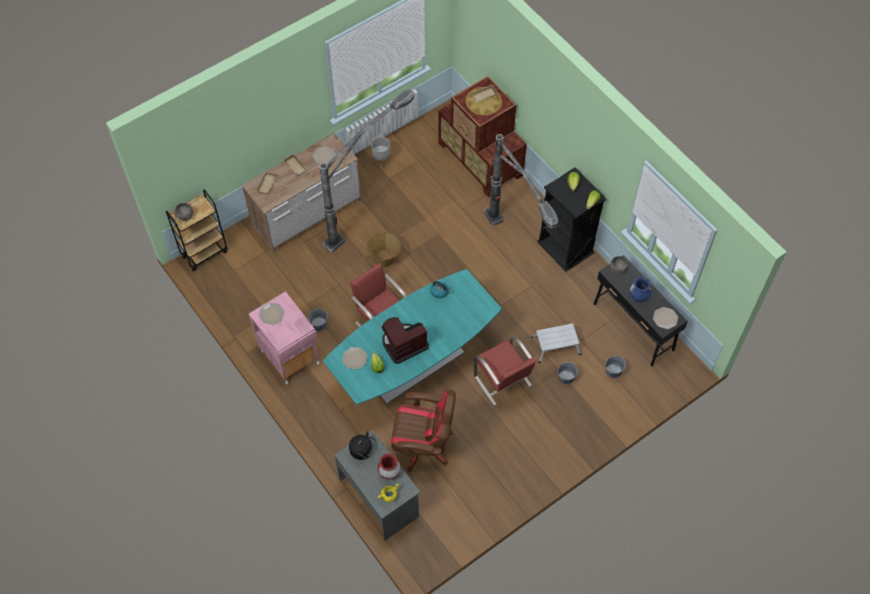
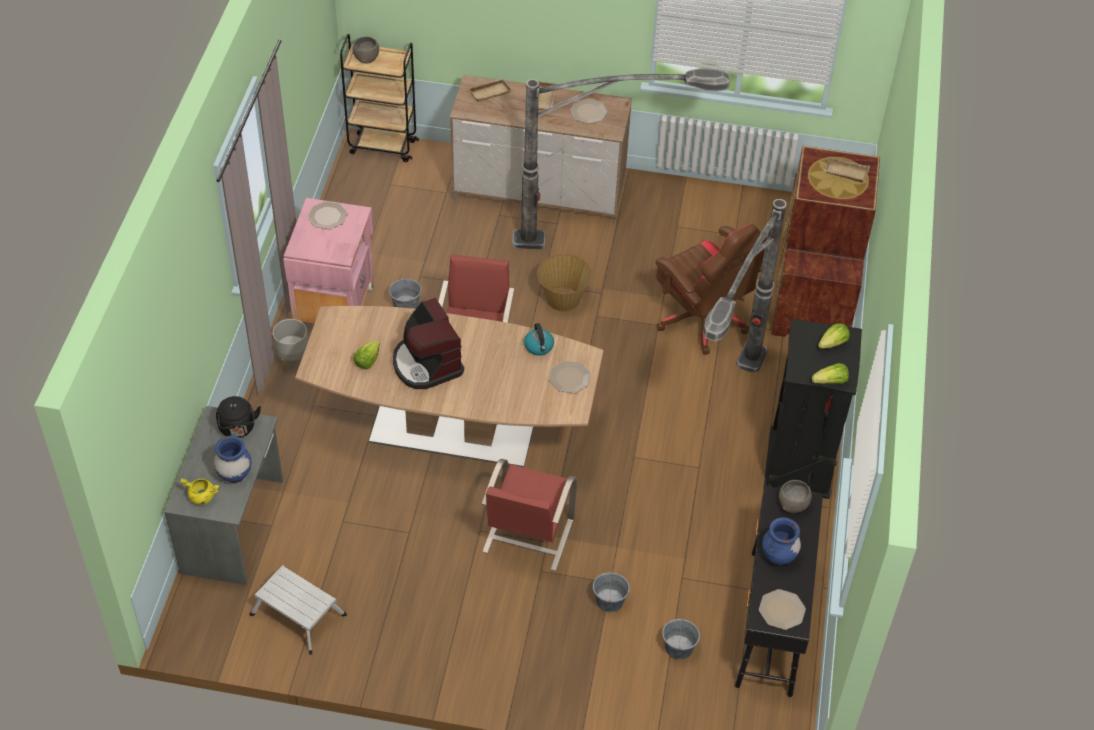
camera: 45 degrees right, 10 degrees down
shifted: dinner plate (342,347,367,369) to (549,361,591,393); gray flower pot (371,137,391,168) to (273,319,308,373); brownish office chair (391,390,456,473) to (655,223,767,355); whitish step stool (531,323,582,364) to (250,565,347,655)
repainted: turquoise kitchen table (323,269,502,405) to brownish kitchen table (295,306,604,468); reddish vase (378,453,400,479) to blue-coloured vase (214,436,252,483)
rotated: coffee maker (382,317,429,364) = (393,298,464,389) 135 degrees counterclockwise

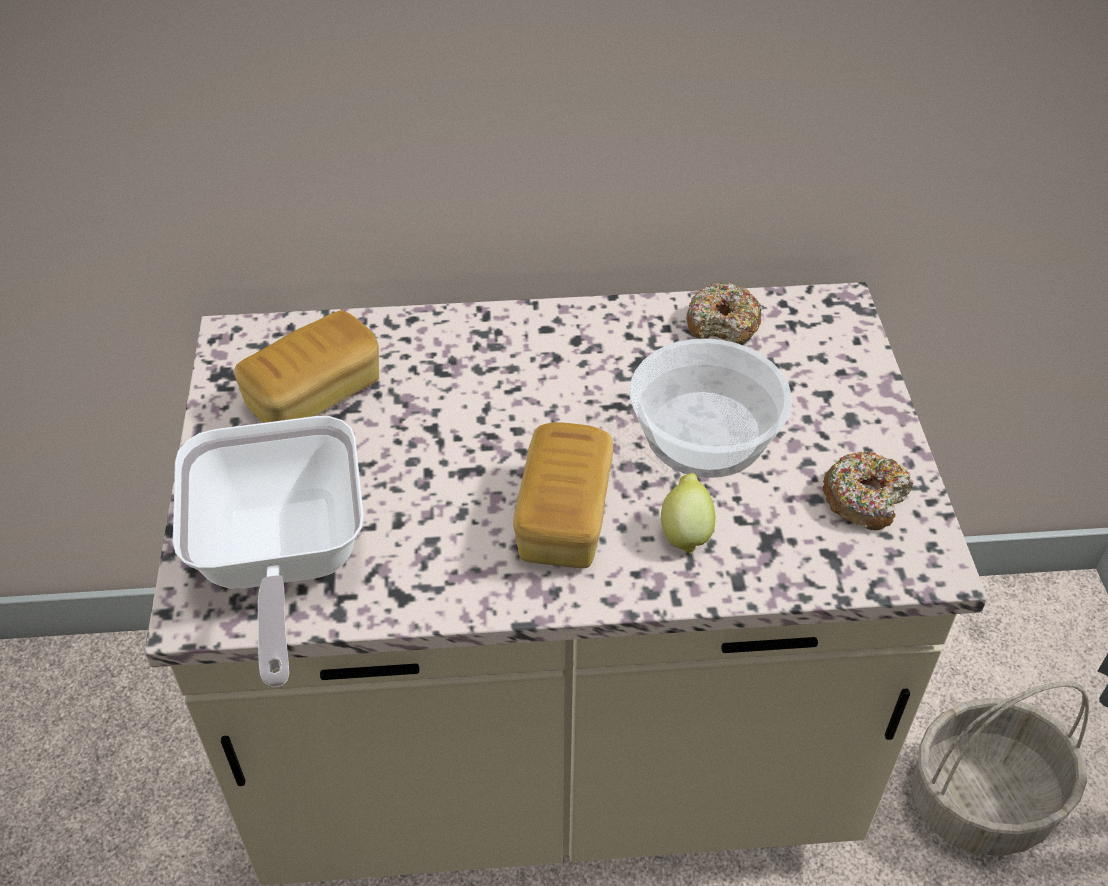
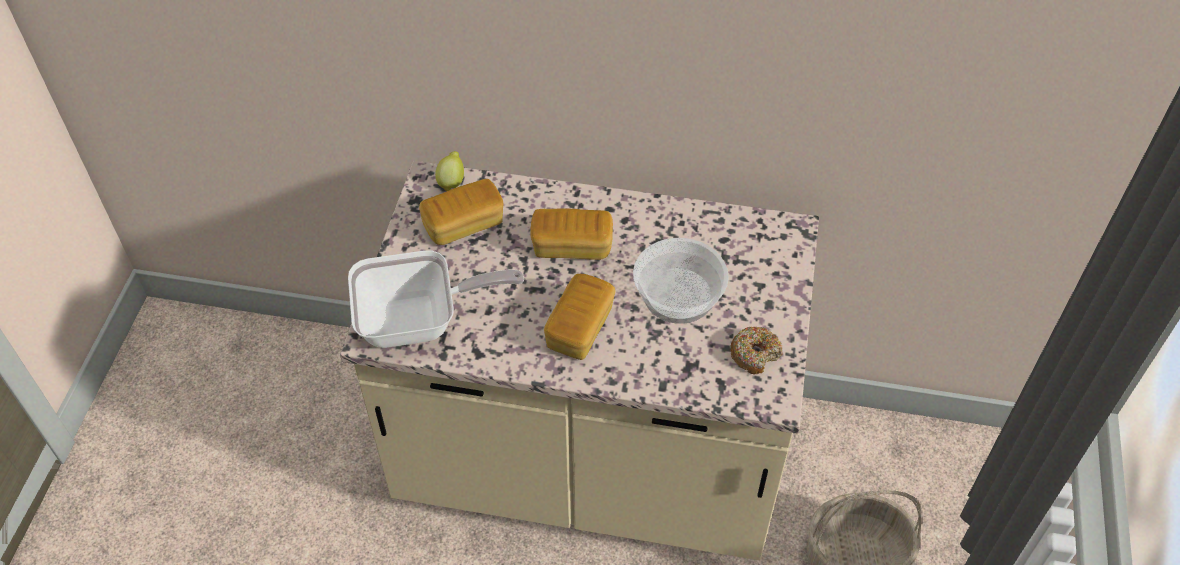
camera: 15 degrees right, 5 degrees up
gone: ring doughnut (686,283,763,344)
new: bread (530,209,613,260)
shifted: whole lemon (661,473,716,554) to (435,151,464,191)
rotated: skillet (173,416,364,687) = (348,250,524,348) 105 degrees counterclockwise

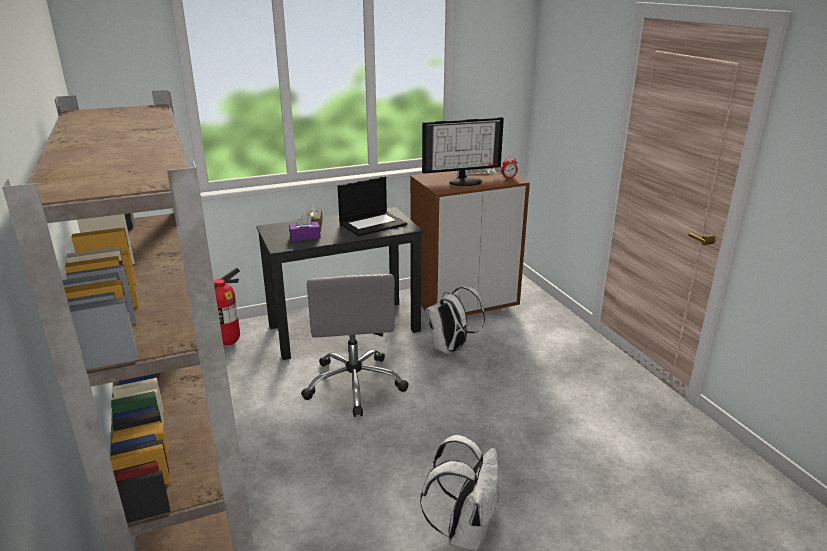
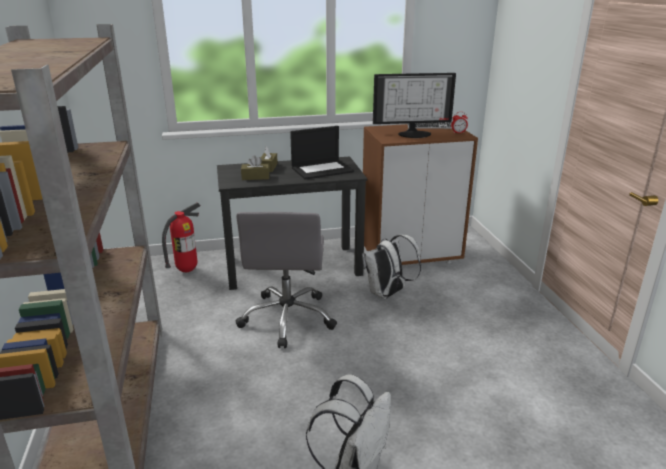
camera: 10 degrees right, 0 degrees up
repainted: purple-coloured tissue holder (289,214,321,241) to brownish tissue holder (241,155,270,180)

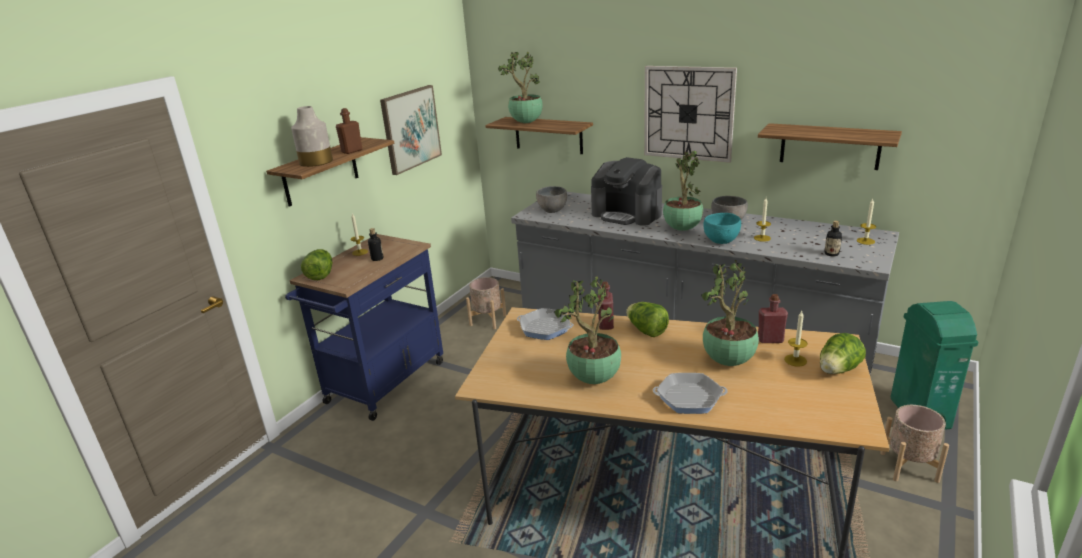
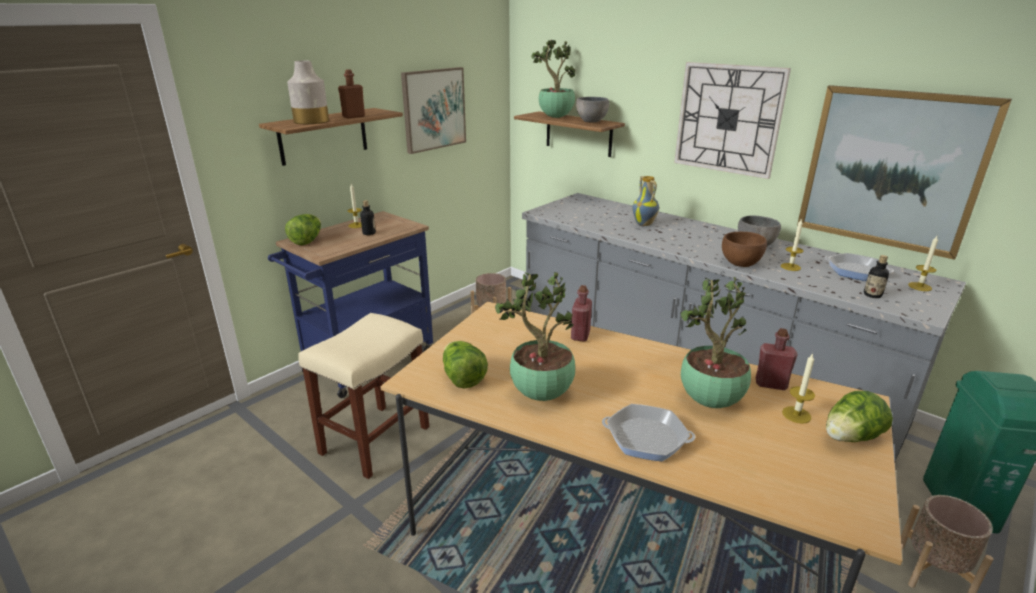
camera: 10 degrees right, 0 degrees up
gone: potted plant (663,151,703,231)
new: beige-coloured stool (298,313,429,479)
shifted: skillet (517,308,574,340) to (825,253,894,281); gray serving bowl (536,186,567,213) to (576,97,609,122); head of lettuce (626,302,669,337) to (443,341,488,389)
swapped: coffee maker (591,157,662,226) to vase (632,176,659,226); shelf (758,123,902,170) to wall art (797,85,1012,260)
repainted: turquoise serving bowl (703,213,741,244) to brownish serving bowl (722,232,767,267)

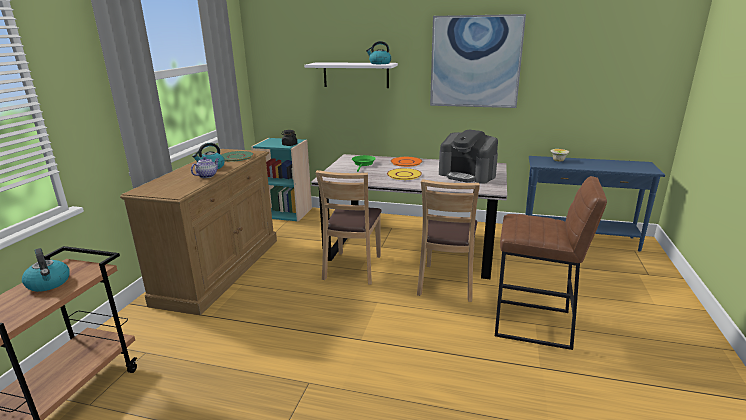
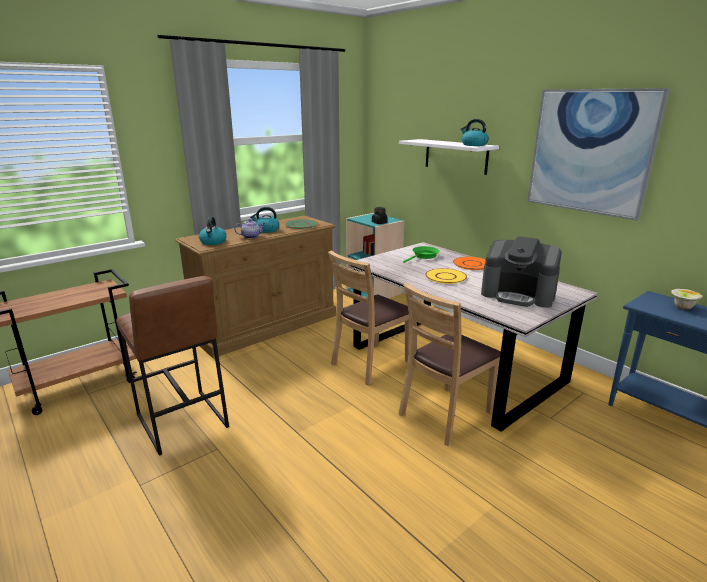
camera: 35 degrees right, 0 degrees up
shifted: tea kettle (22,248,70,292) to (199,217,227,245); brownish stool (495,176,607,350) to (116,276,229,456)
rotated: coffee maker (439,129,498,184) = (481,236,562,308) 45 degrees counterclockwise

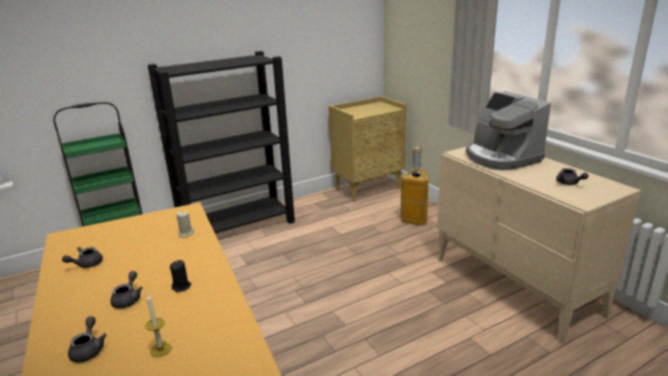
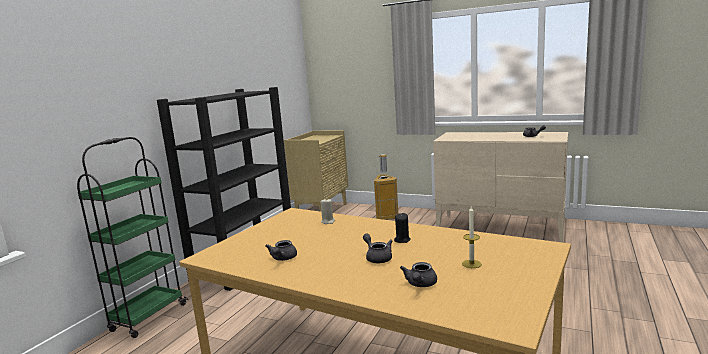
camera: 35 degrees left, 10 degrees down
gone: coffee maker (466,91,551,170)
rotated: gray teapot (68,316,106,363) = (400,262,437,287) 120 degrees counterclockwise

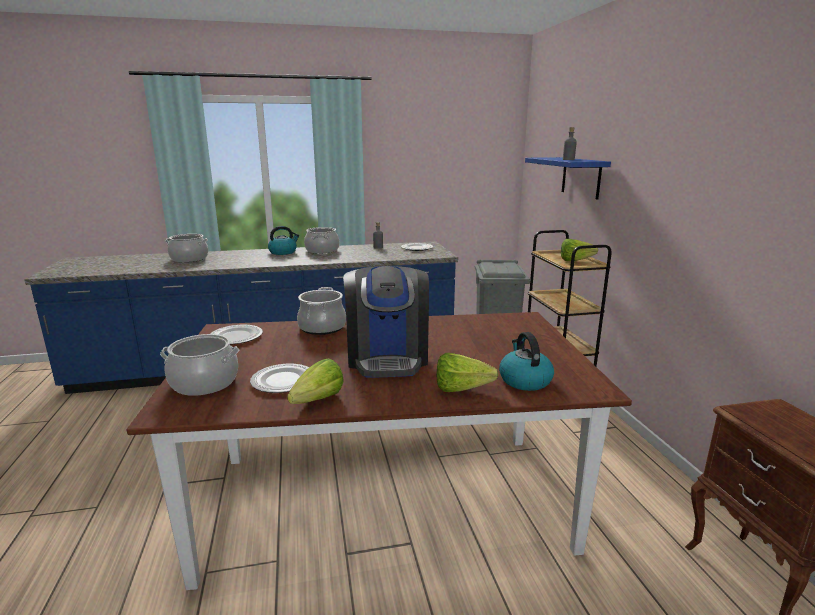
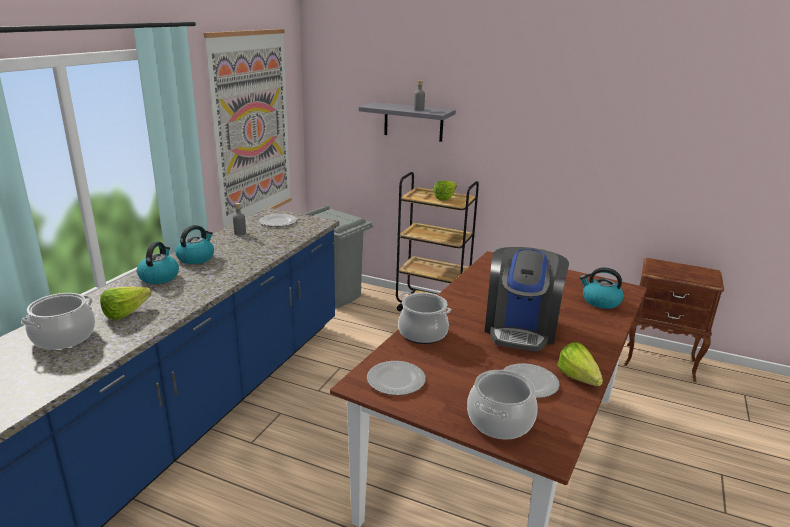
camera: 55 degrees left, 5 degrees up
new: wall art (204,29,292,229)
shifted: head of lettuce (437,353,499,392) to (100,286,151,320)
swapped: saucepot (304,227,339,254) to tea kettle (176,225,214,264)
repainted: blue-coloured shelf (525,157,611,199) to gray shelf (359,102,456,142)
rotated: coffee maker (343,266,429,378) = (485,247,569,352) 75 degrees clockwise

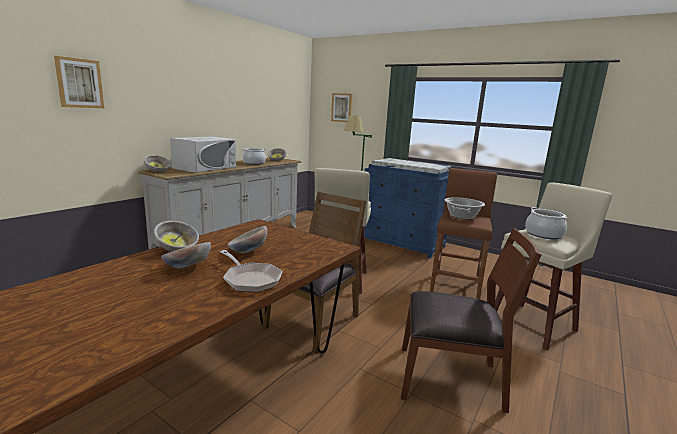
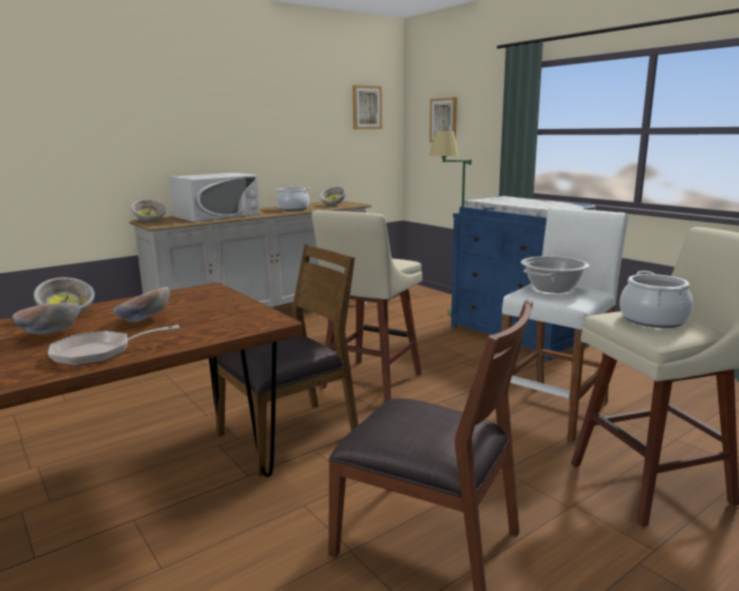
camera: 20 degrees right, 0 degrees up
shifted: wall art (54,56,104,108) to (352,85,382,129)
repainted: brownish stool (430,168,497,299) to whitish stool (500,207,628,442)
rotated: skillet (220,250,282,293) = (48,325,180,366) 90 degrees clockwise

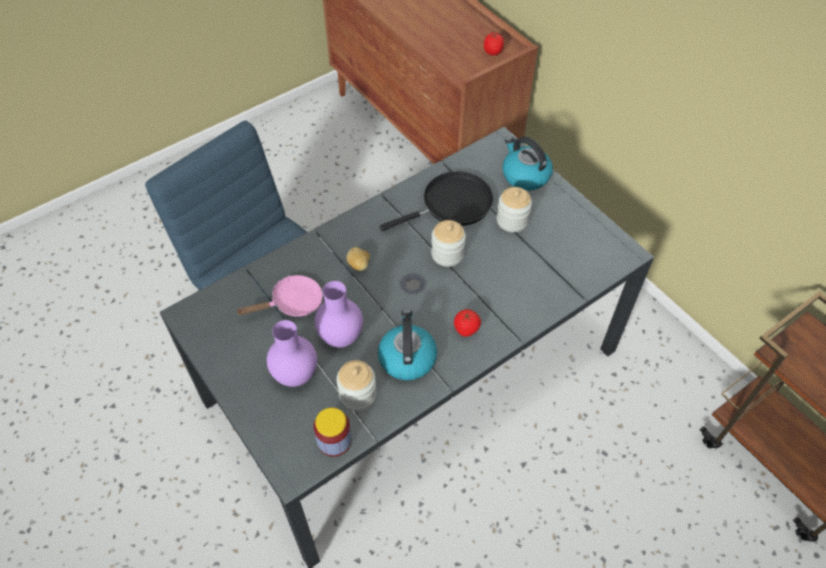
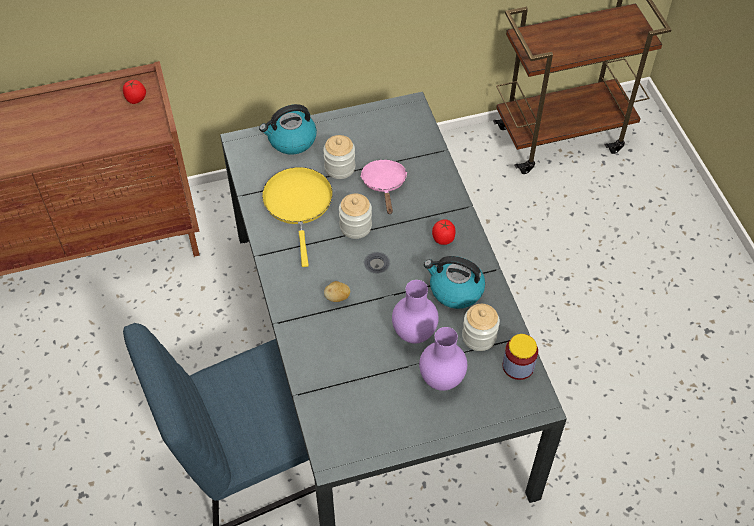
camera: 70 degrees left, 0 degrees up
shifted: pink-coloured skillet (235,275,323,317) to (360,159,408,214)
repainted: black-coloured skillet (379,171,494,231) to yellow skillet (262,167,333,267)

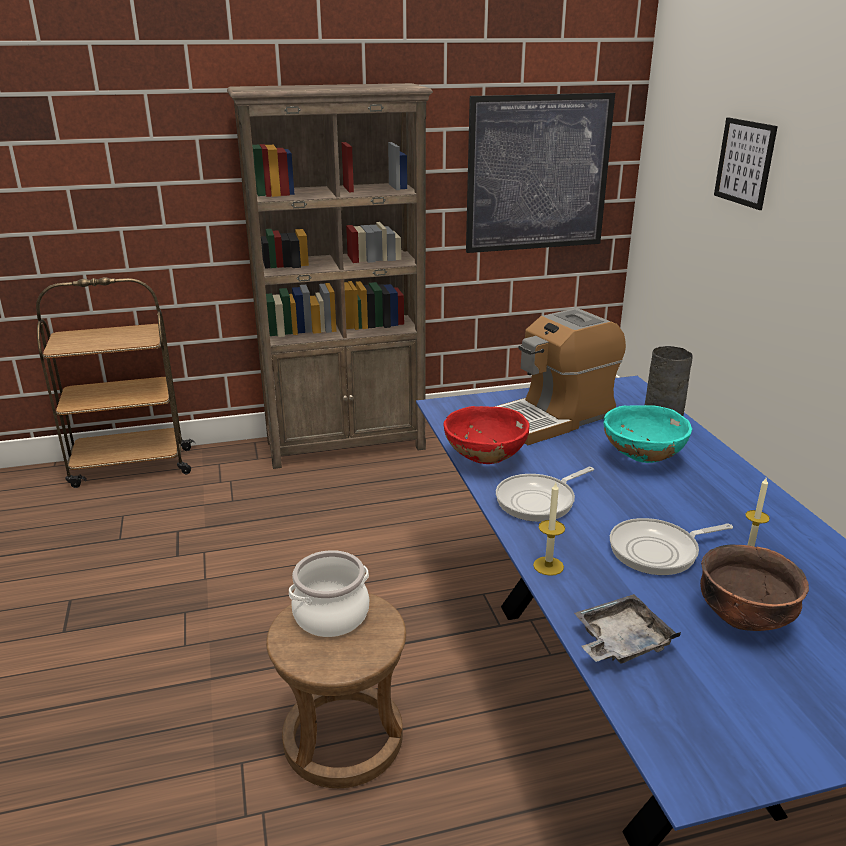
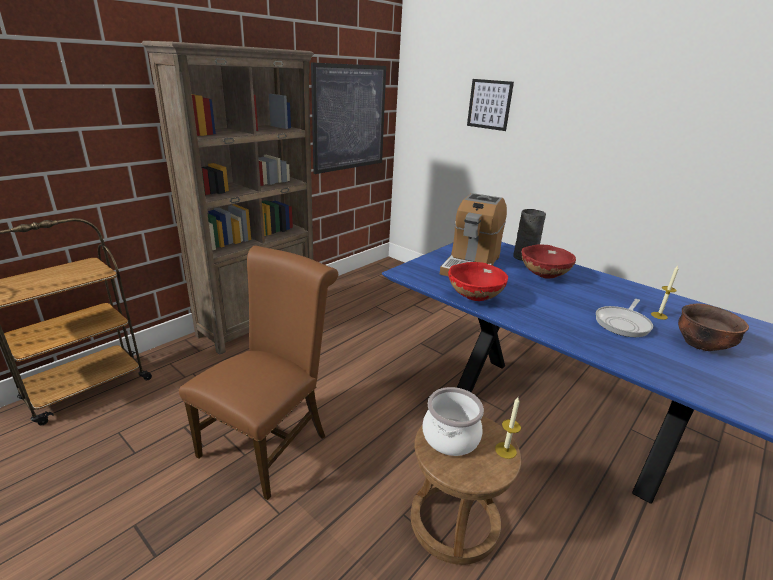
camera: 35 degrees left, 0 degrees up
gone: skillet (496,467,594,522); gray tray (574,594,681,664)
new: brownish chair (179,245,338,500)
shifted: wax light (533,483,565,576) to (495,397,521,459)
repainted: turquoise serving bowl (603,405,692,463) to reddish serving bowl (522,244,576,279)

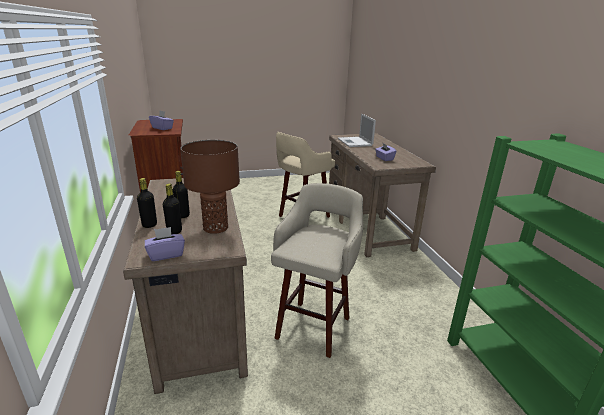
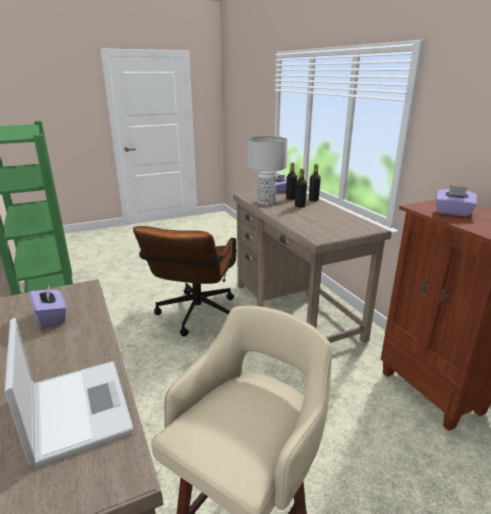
camera: 170 degrees right, 0 degrees up
swapped: beige-coloured stool (271,183,363,358) to brownish office chair (133,226,237,336)
repainted: brownish lamp for a table (180,140,240,234) to whitish lamp for a table (247,136,287,205)

